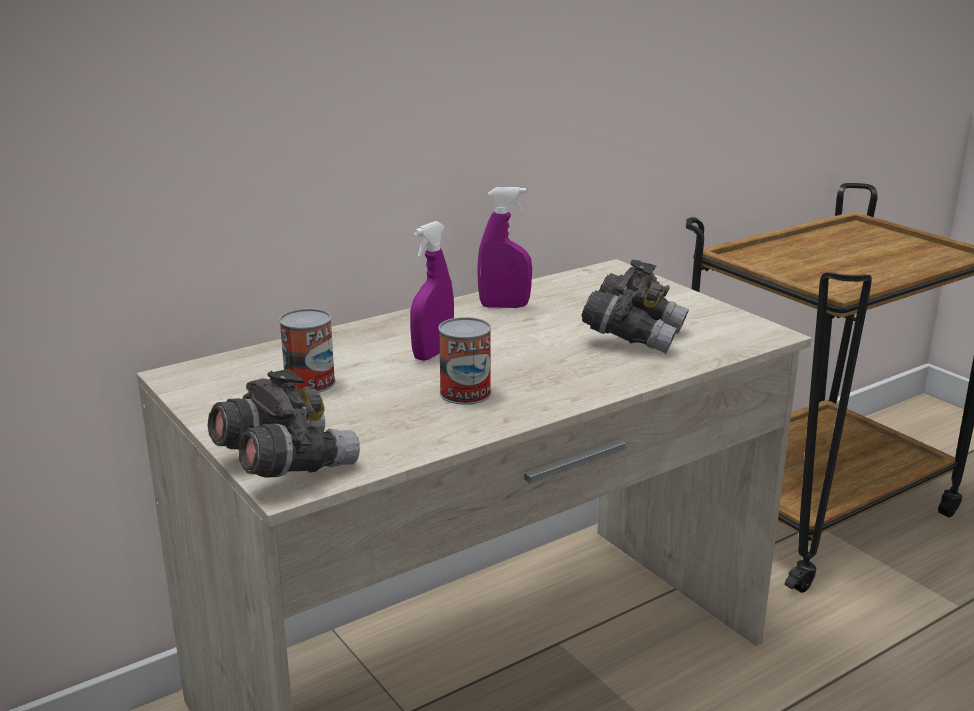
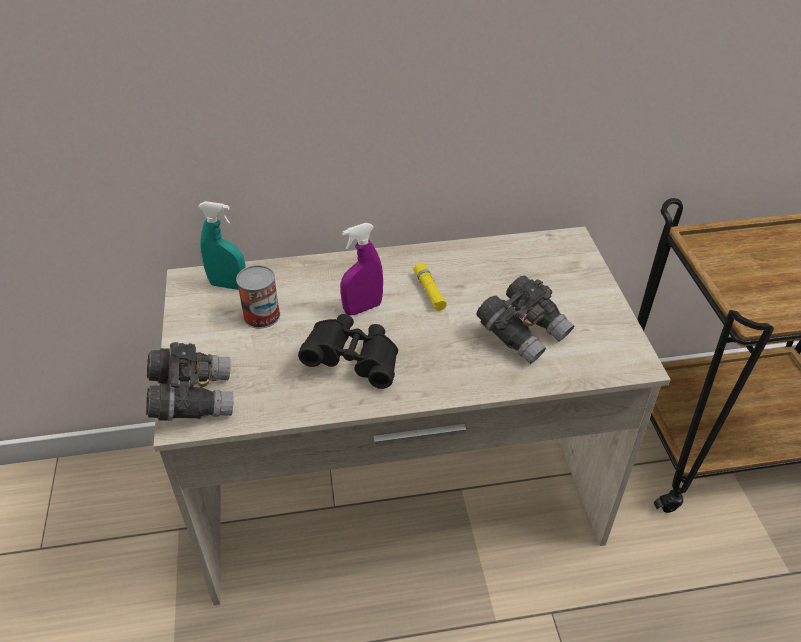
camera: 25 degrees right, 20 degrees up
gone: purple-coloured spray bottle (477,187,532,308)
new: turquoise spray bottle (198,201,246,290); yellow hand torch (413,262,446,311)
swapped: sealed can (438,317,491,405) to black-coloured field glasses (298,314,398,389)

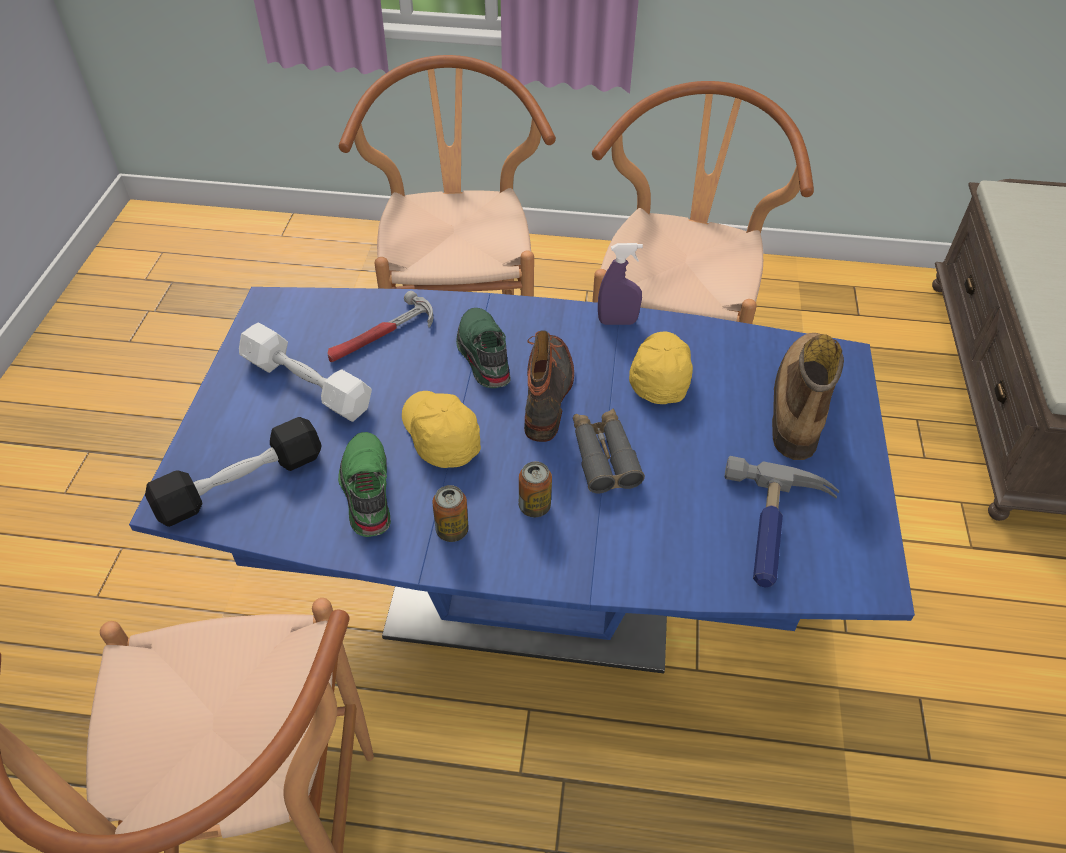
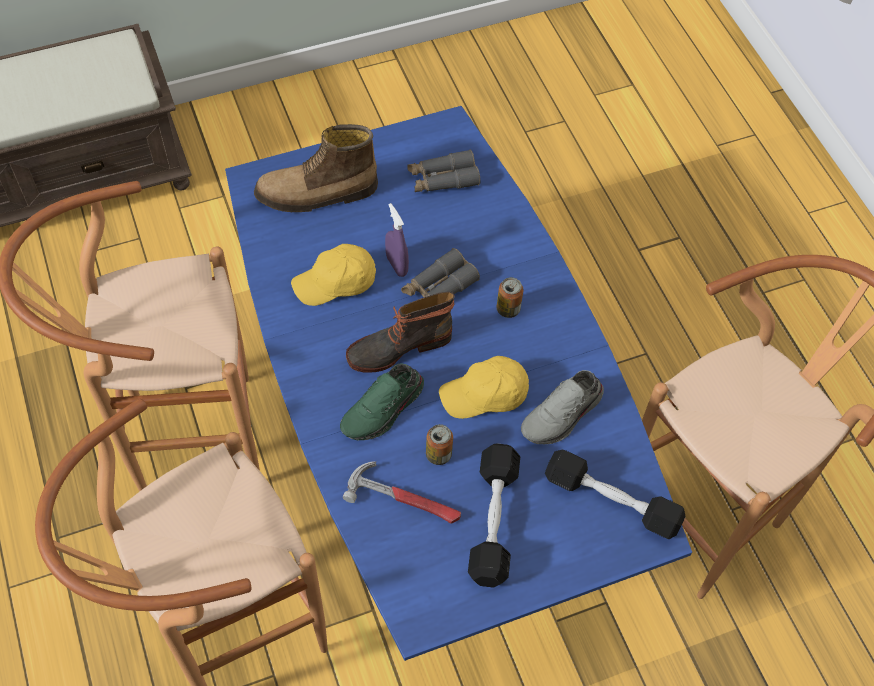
camera: 120 degrees left, 10 degrees up
shifted: sealed can (432,485,469,542) to (426,424,453,465); purple-coloured spray bottle (598,243,643,325) to (385,203,409,277)
swapped: tool hammer (724,456,839,588) to gray field glasses (407,150,480,192)
repainted: whitish dumbbell (239,323,372,422) to black-coloured dumbbell (468,443,520,588); greenish shoe (338,432,391,537) to gray shoe (521,370,604,444)
rotated: yellow cap (402,391,481,468) = (439,356,529,419) 45 degrees clockwise

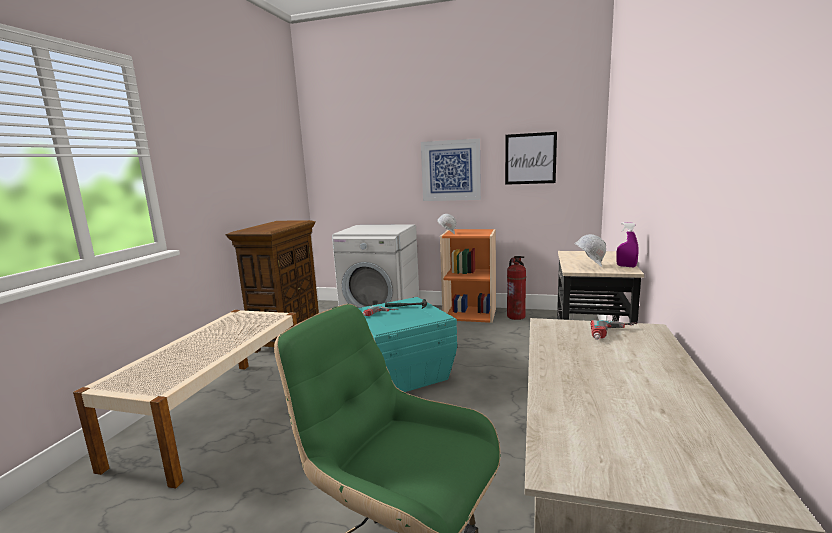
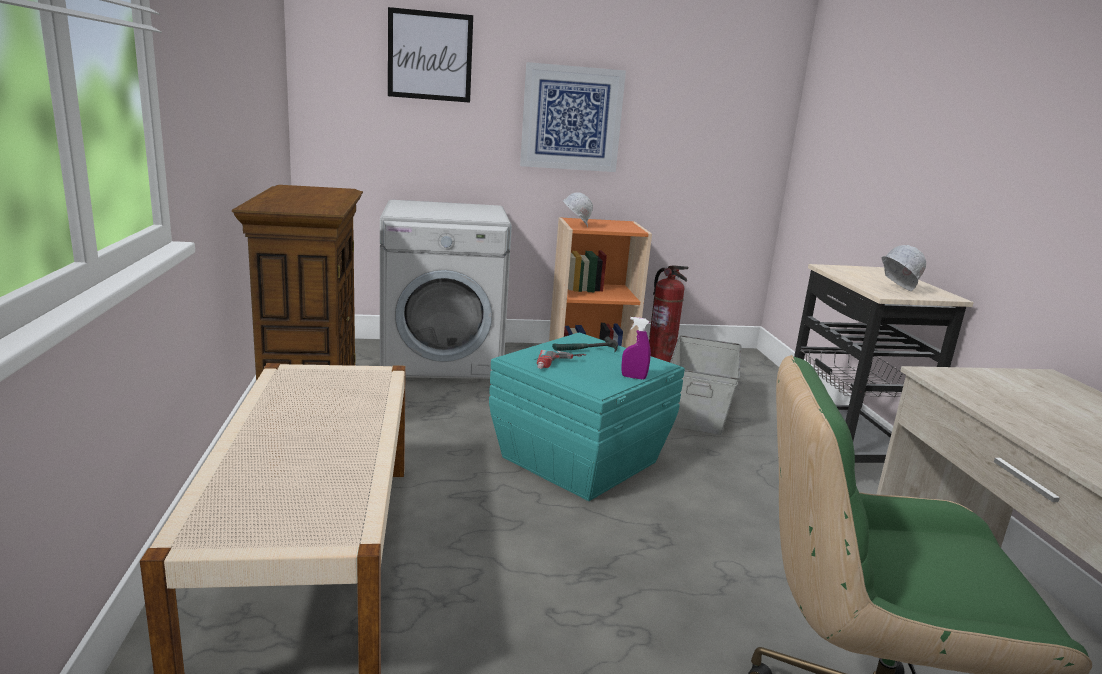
camera: 25 degrees left, 5 degrees up
gone: power drill (591,320,637,340)
new: gray storage box (670,335,741,435)
shifted: wall art (505,132,557,185) to (388,7,473,103); purple-coloured spray bottle (616,222,639,267) to (621,317,651,380)

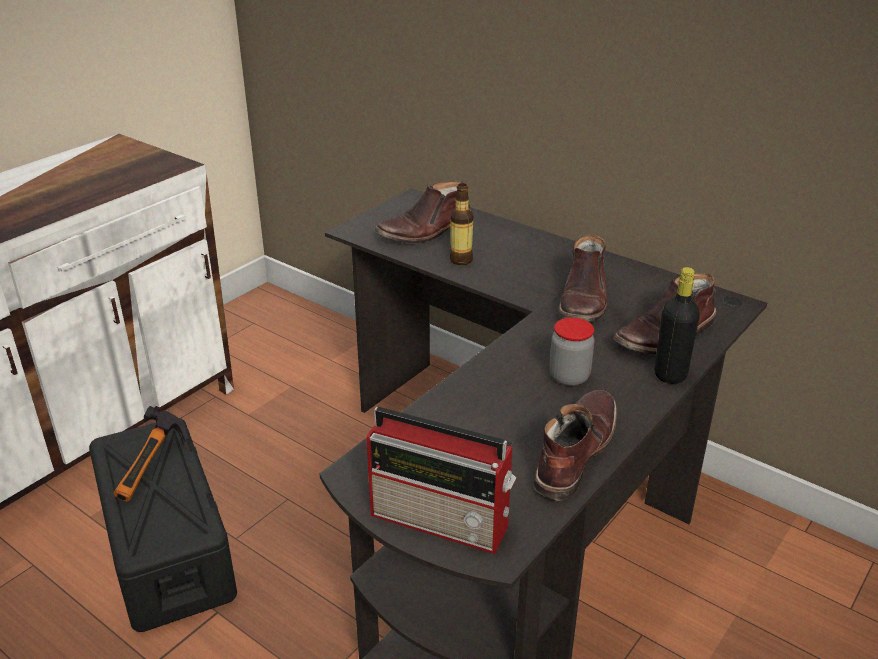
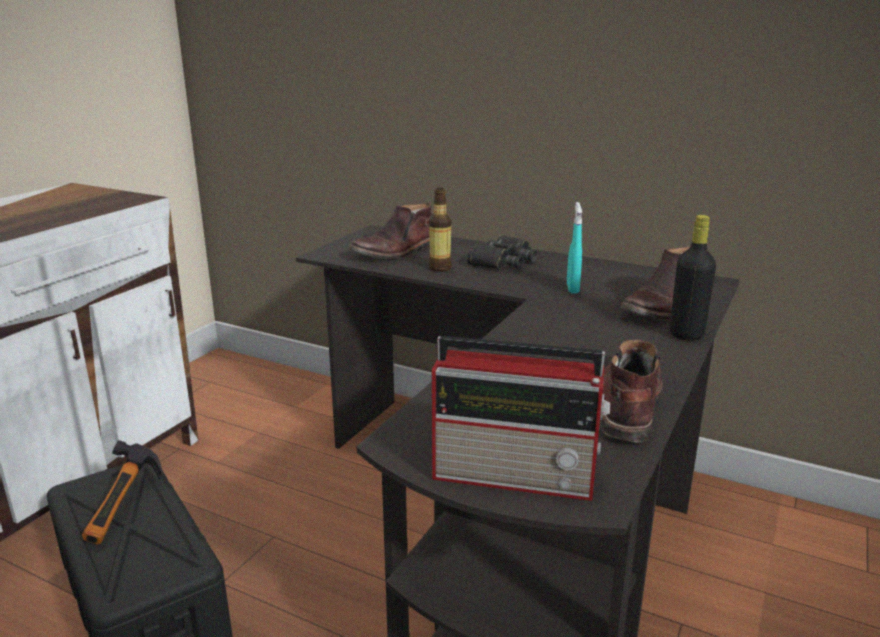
camera: 10 degrees left, 10 degrees down
gone: preserve jar (550,317,595,386)
new: black-coloured field glasses (467,235,538,270)
swapped: brownish high-top boot (558,234,607,322) to turquoise spray bottle (567,202,582,293)

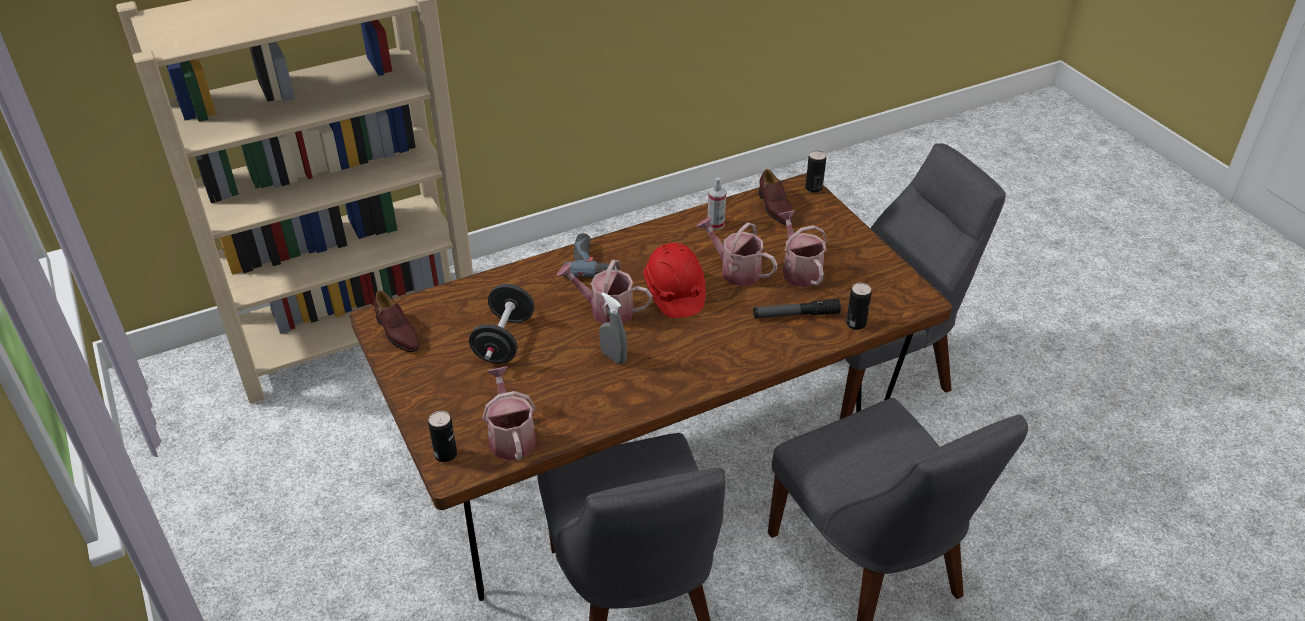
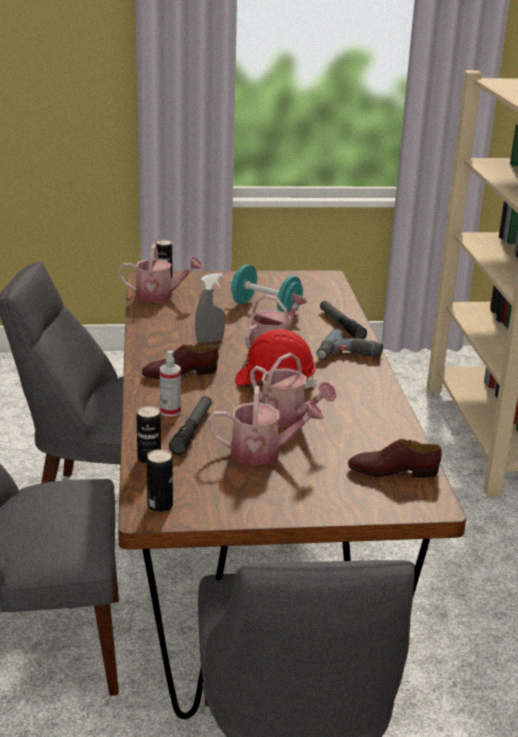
camera: 110 degrees right, 15 degrees down
new: hand torch (320,301,367,339)
shifted: brownish shoe (374,291,419,352) to (141,344,219,379); spray bottle (707,177,726,230) to (160,351,181,417); sealed can (805,150,826,193) to (147,449,173,512)
repainted: black-coloured dumbbell (469,284,534,364) to turquoise dumbbell (230,264,305,313)
rotated: watering can (696,217,778,286) = (250,353,336,427) 75 degrees clockwise

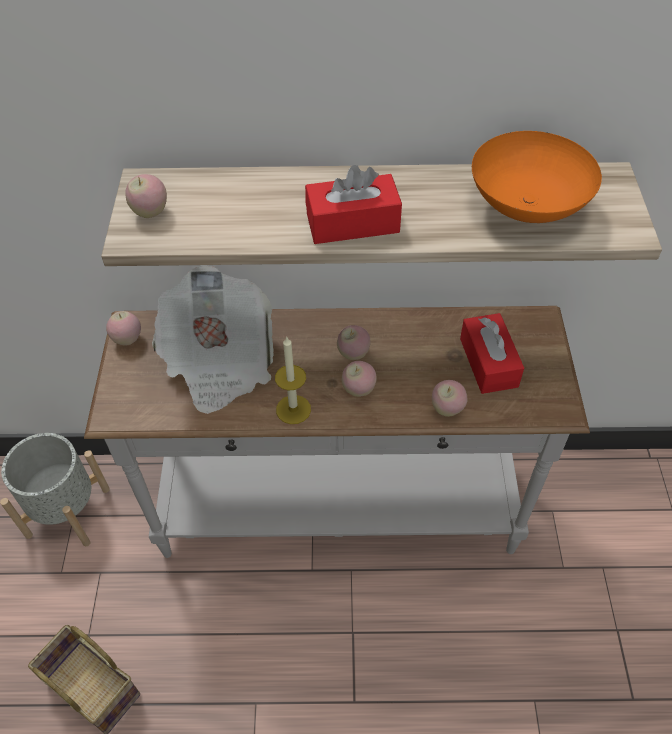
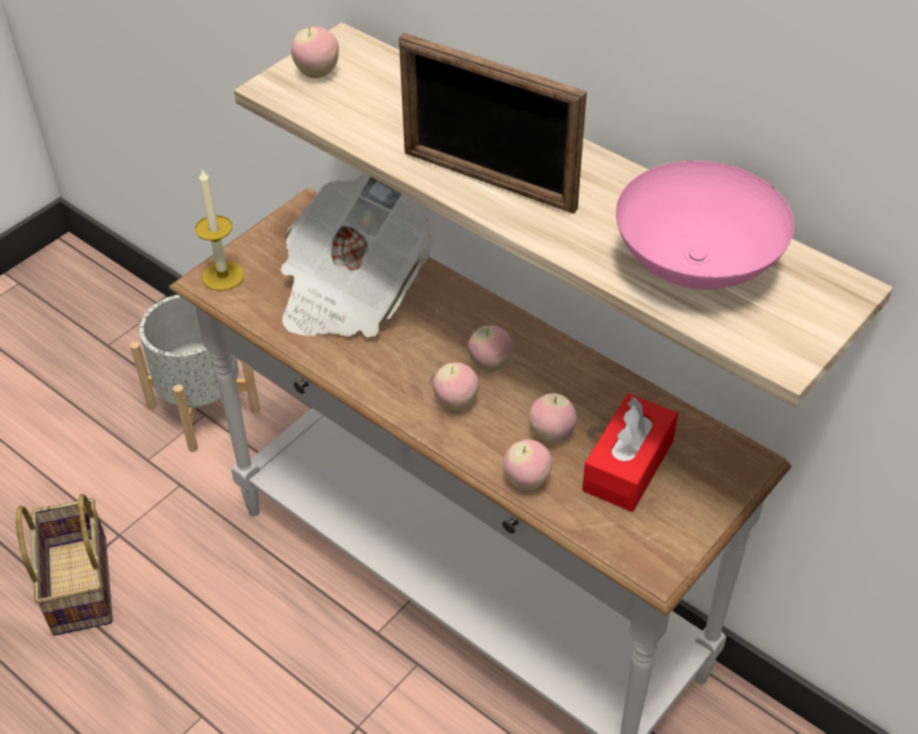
camera: 40 degrees right, 5 degrees down
shifted: whole apple (106,311,141,345) to (529,393,577,443); wax light (275,337,311,424) to (195,169,244,291)
swapped: reddish tissue holder (305,165,402,244) to standing frame (399,33,587,214)
repainted: orange-coloured serving bowl (472,131,602,223) to pink-coloured serving bowl (616,161,794,289)

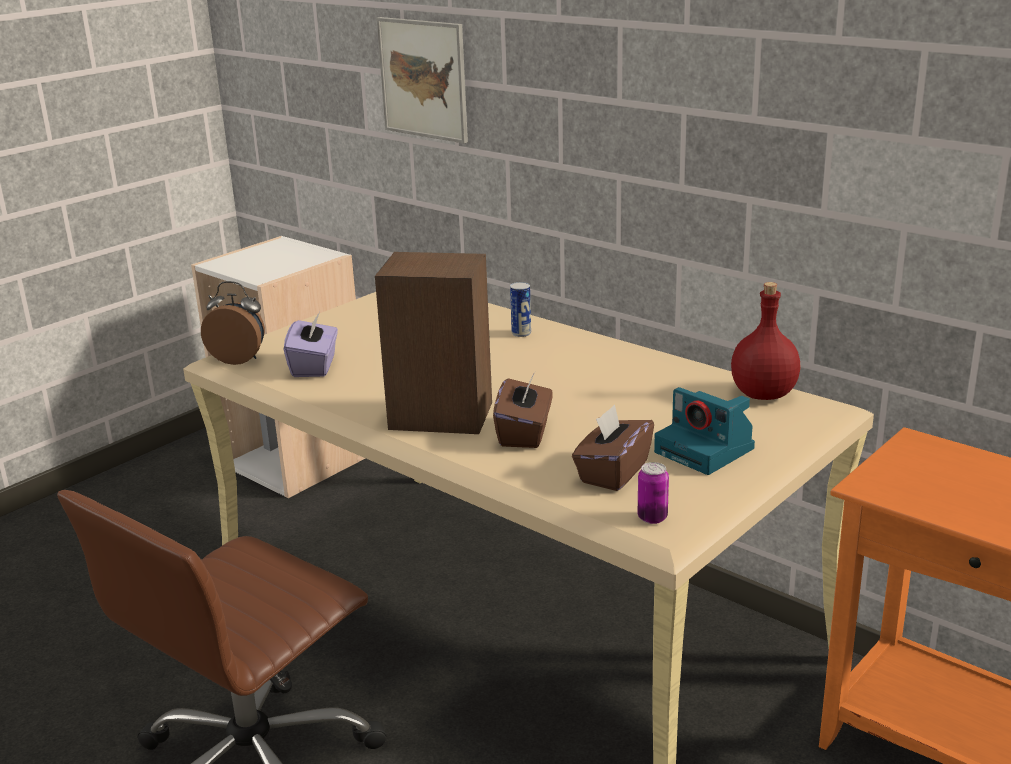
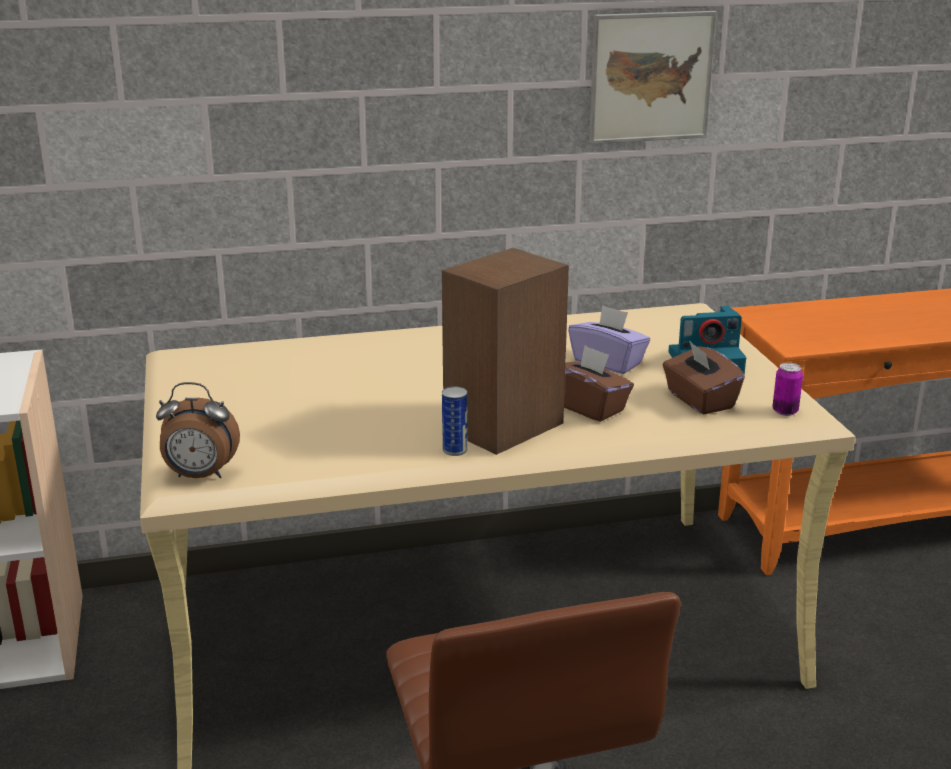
camera: 55 degrees left, 0 degrees up
gone: reddish bottle (731,282,801,400)
shifted: purple-coloured tissue holder (284,312,338,377) to (568,305,650,374); wall art (377,17,468,143) to (589,11,717,144); sealed can (510,282,531,337) to (442,387,468,456)
rotated: bedside clock (201,281,265,365) = (156,382,240,478) 135 degrees counterclockwise

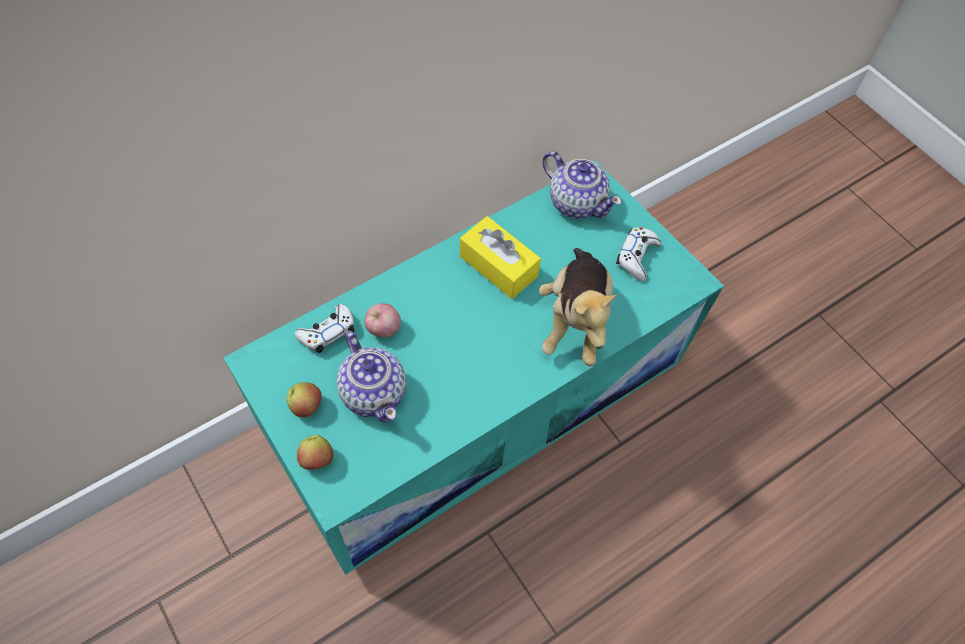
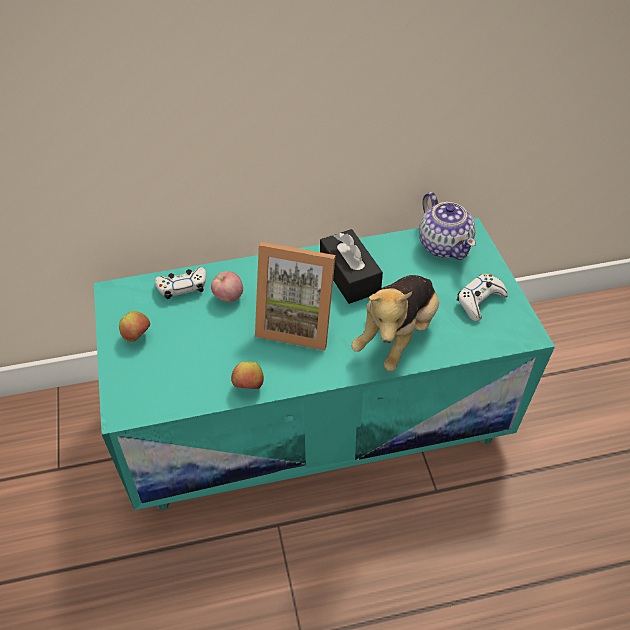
camera: 25 degrees right, 10 degrees down
gone: teapot (336,331,406,423)
new: standing frame (255,242,336,351)
shifted: whole apple (297,435,334,470) to (231,361,264,389)
repainted: yellow tissue holder (460,216,541,299) to black-coloured tissue holder (320,229,383,304)

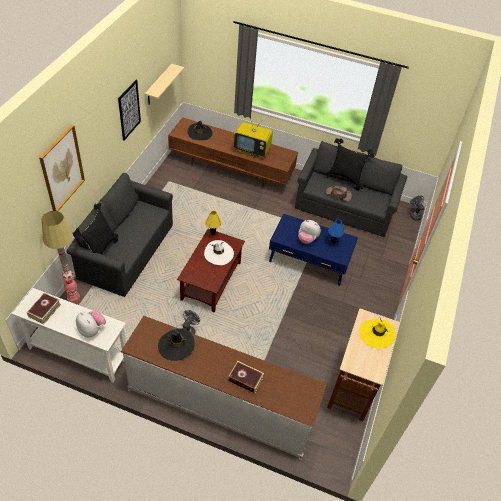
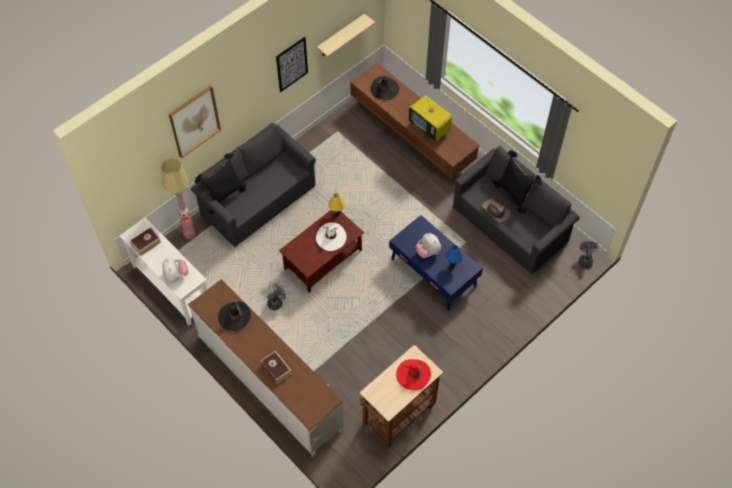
camera: 30 degrees right, 10 degrees up
repainted: yellow wearable hat (359,318,395,349) to reddish wearable hat (396,359,431,390)

